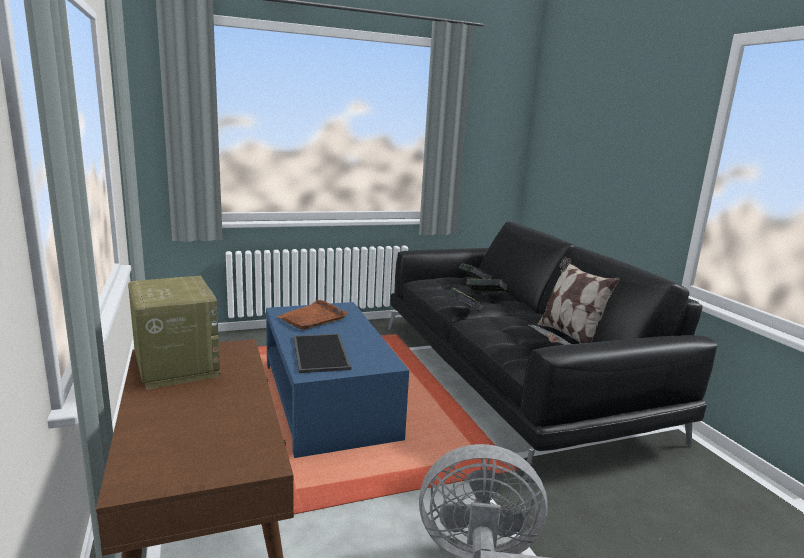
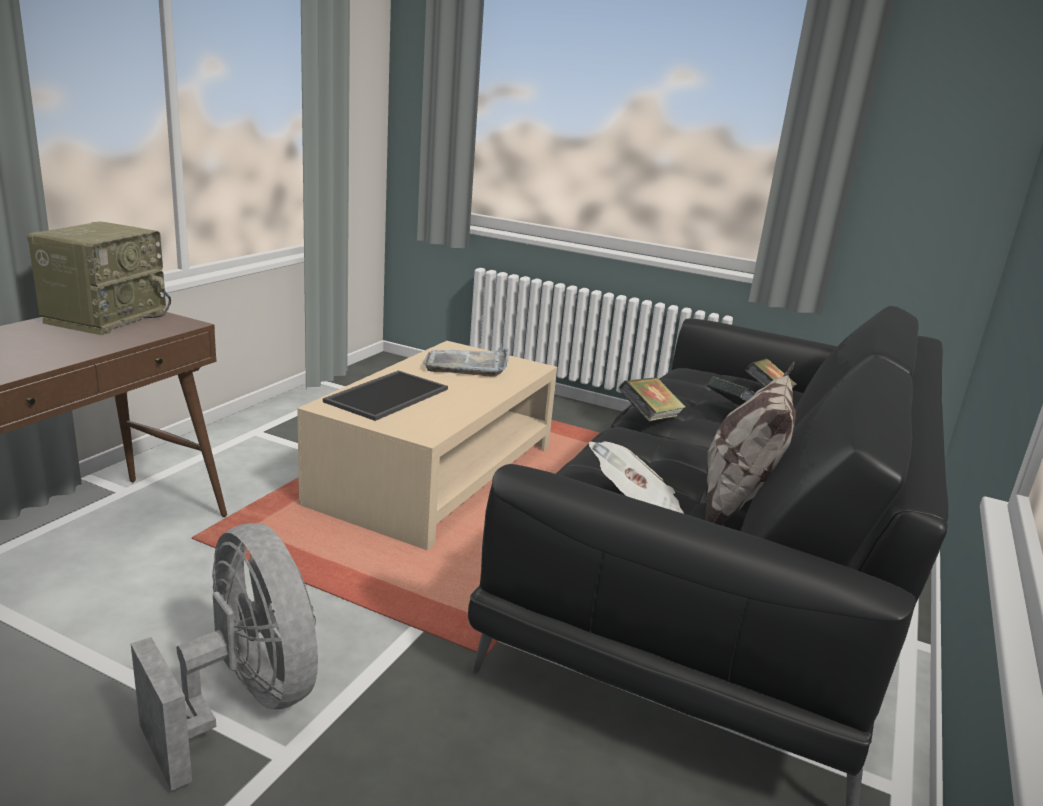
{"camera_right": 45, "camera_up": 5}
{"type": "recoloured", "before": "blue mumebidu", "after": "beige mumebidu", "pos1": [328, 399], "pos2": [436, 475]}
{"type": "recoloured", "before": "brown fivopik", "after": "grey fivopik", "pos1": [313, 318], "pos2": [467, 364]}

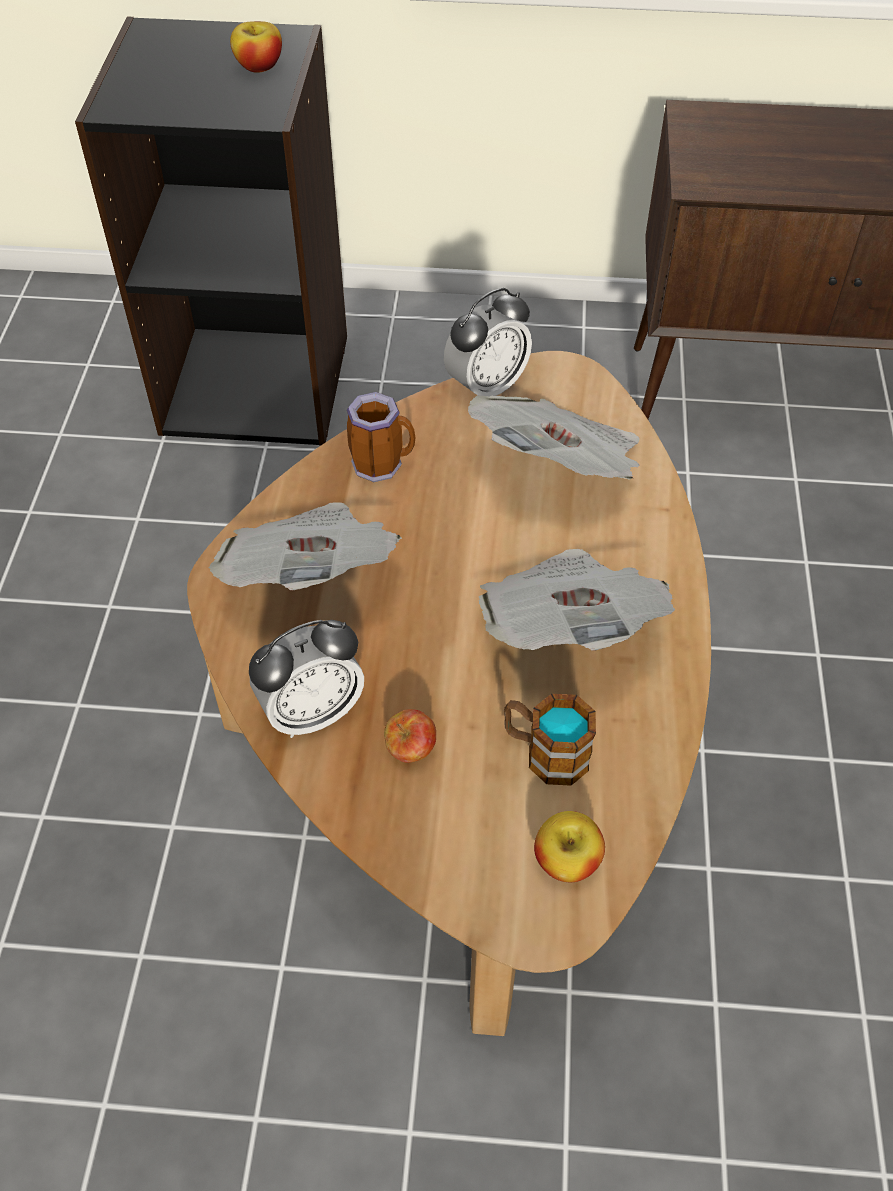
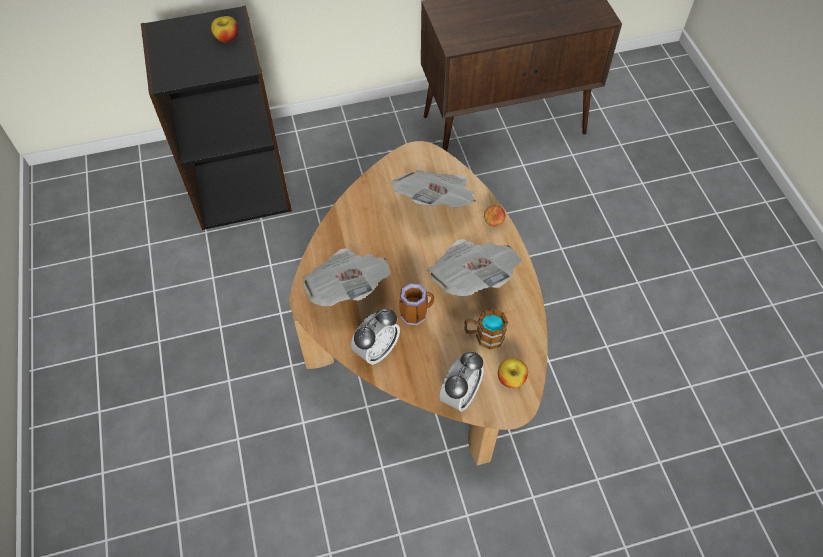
{"camera_right": -20, "camera_up": 5}
{"type": "moved", "before": "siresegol", "pos1": [382, 464], "pos2": [415, 313]}
{"type": "moved", "before": "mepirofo", "pos1": [411, 750], "pos2": [493, 222]}
{"type": "moved", "before": "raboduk", "pos1": [486, 386], "pos2": [460, 395]}

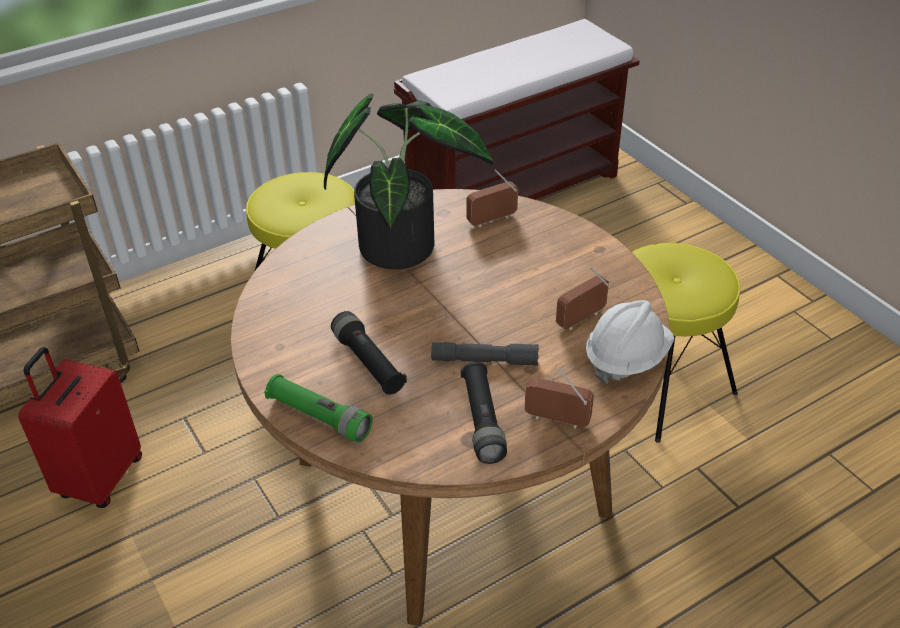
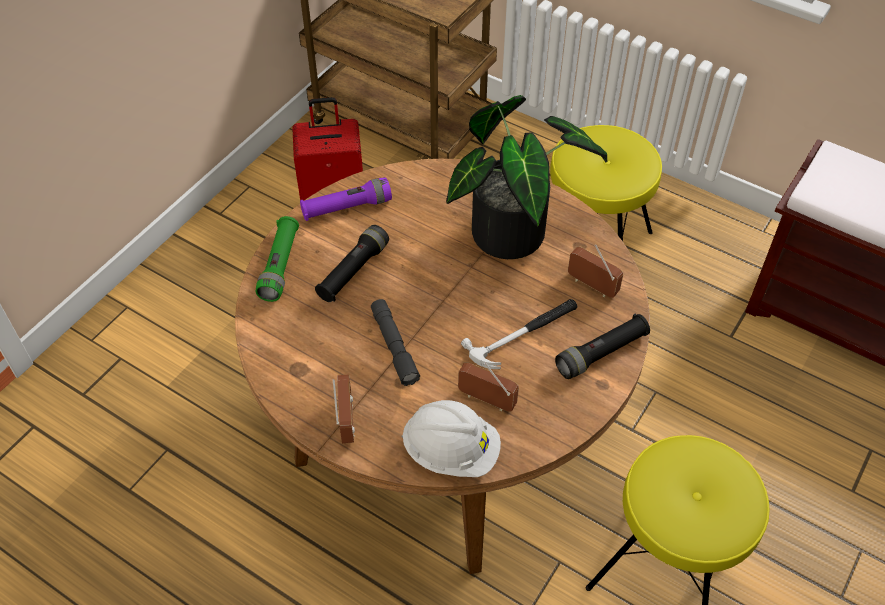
{"camera_right": 65, "camera_up": 10}
{"type": "moved", "before": "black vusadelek", "pos1": [482, 421], "pos2": [601, 353]}
{"type": "added", "after": "purple vusadelek", "pos2": [346, 208]}
{"type": "added", "after": "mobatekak", "pos2": [524, 334]}

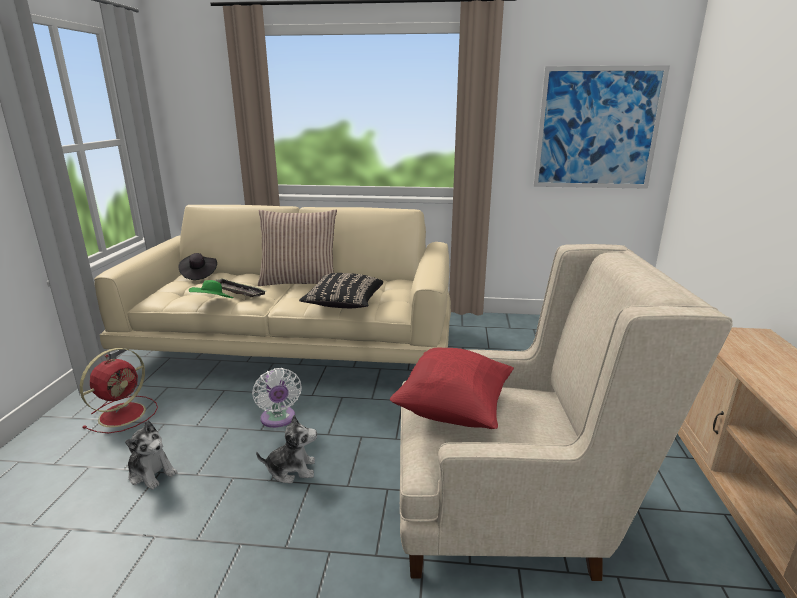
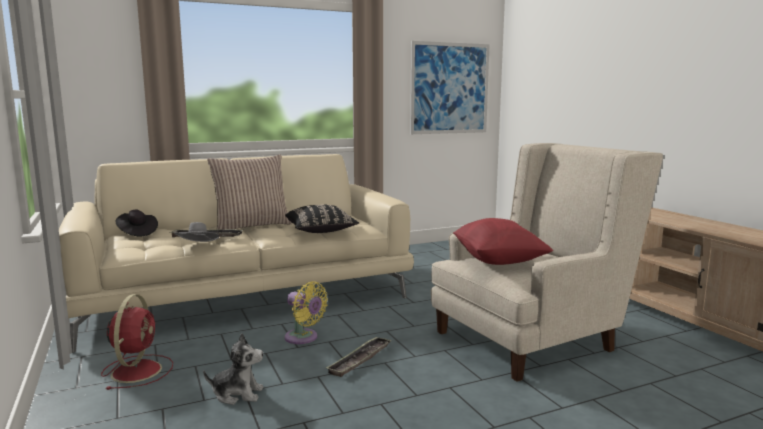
{"camera_right": -30, "camera_up": -10}
{"type": "recoloured", "before": "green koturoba", "after": "grey koturoba", "pos1": [213, 303], "pos2": [198, 246]}
{"type": "recoloured", "before": "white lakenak", "after": "yellow lakenak", "pos1": [278, 419], "pos2": [303, 338]}
{"type": "replaced", "before": "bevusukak", "after": "fivopik", "pos1": [292, 470], "pos2": [360, 360]}

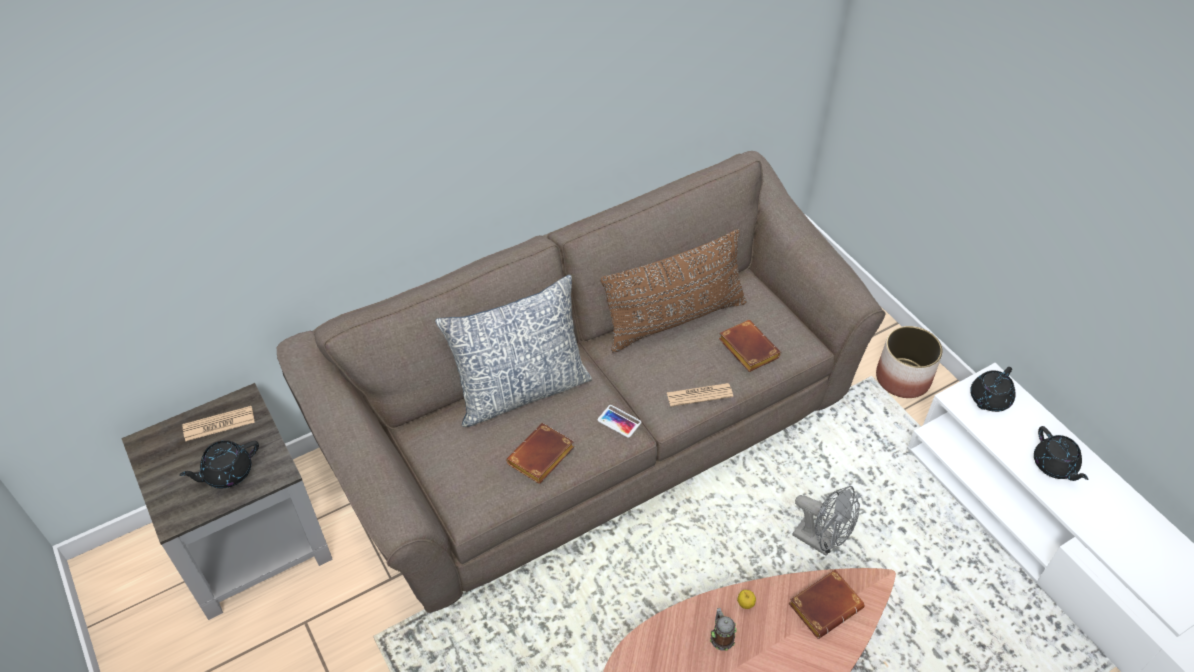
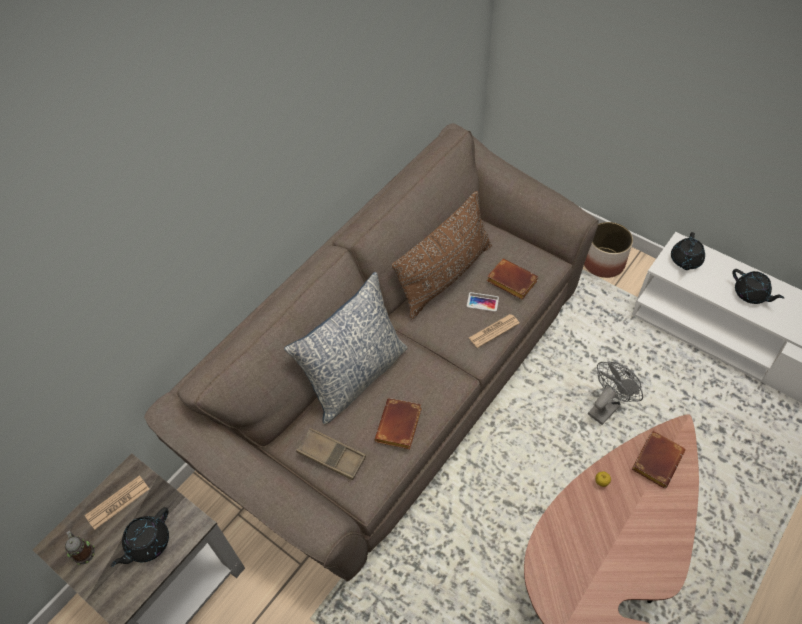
{"camera_right": -20, "camera_up": 5}
{"type": "moved", "before": "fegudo", "pos1": [619, 421], "pos2": [482, 302]}
{"type": "moved", "before": "siresegol", "pos1": [721, 636], "pos2": [83, 551]}
{"type": "turned", "before": "grey lakenak", "pos1": [821, 541], "pos2": [606, 406], "turn": -60}
{"type": "added", "after": "brown fivopik", "pos2": [331, 456]}

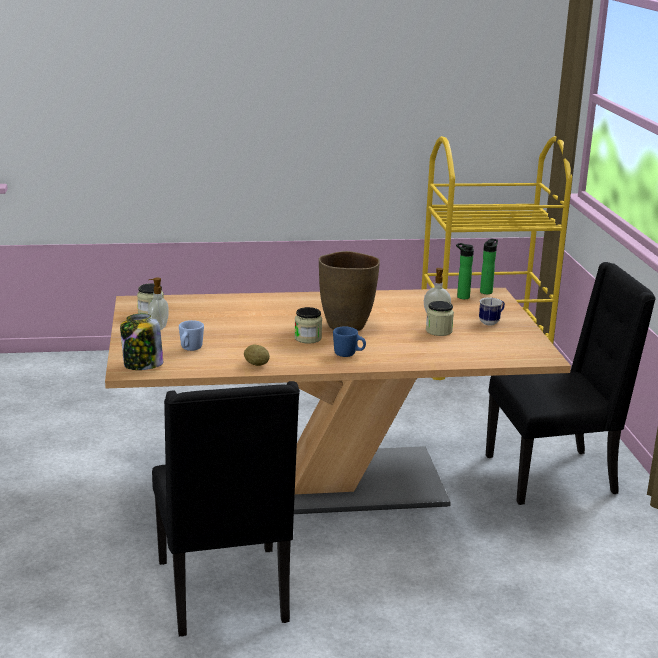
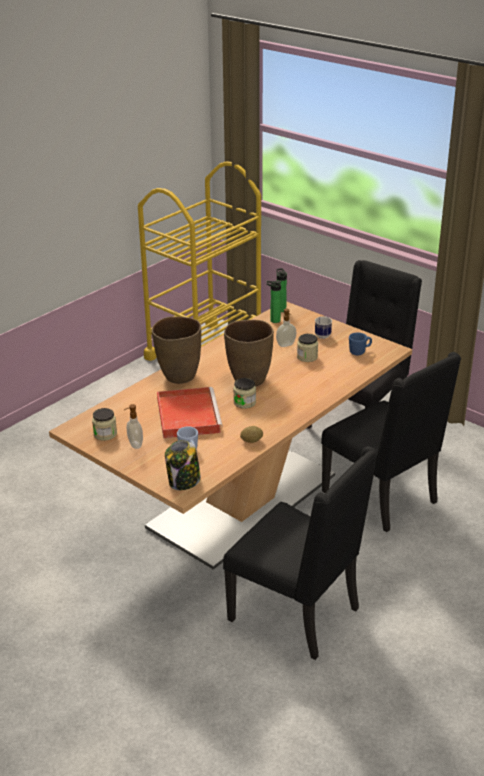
{"camera_right": -40, "camera_up": 10}
{"type": "moved", "before": "blue siresegol", "pos1": [348, 354], "pos2": [360, 352]}
{"type": "added", "after": "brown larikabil", "pos2": [179, 376]}
{"type": "added", "after": "red fivopik", "pos2": [187, 415]}
{"type": "added", "after": "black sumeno", "pos2": [382, 497]}

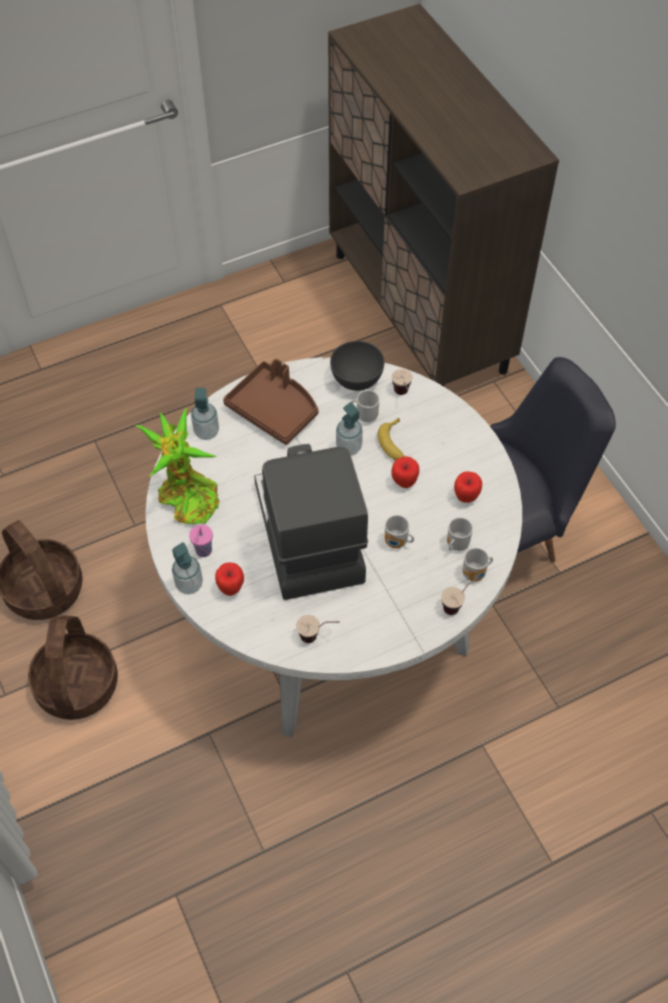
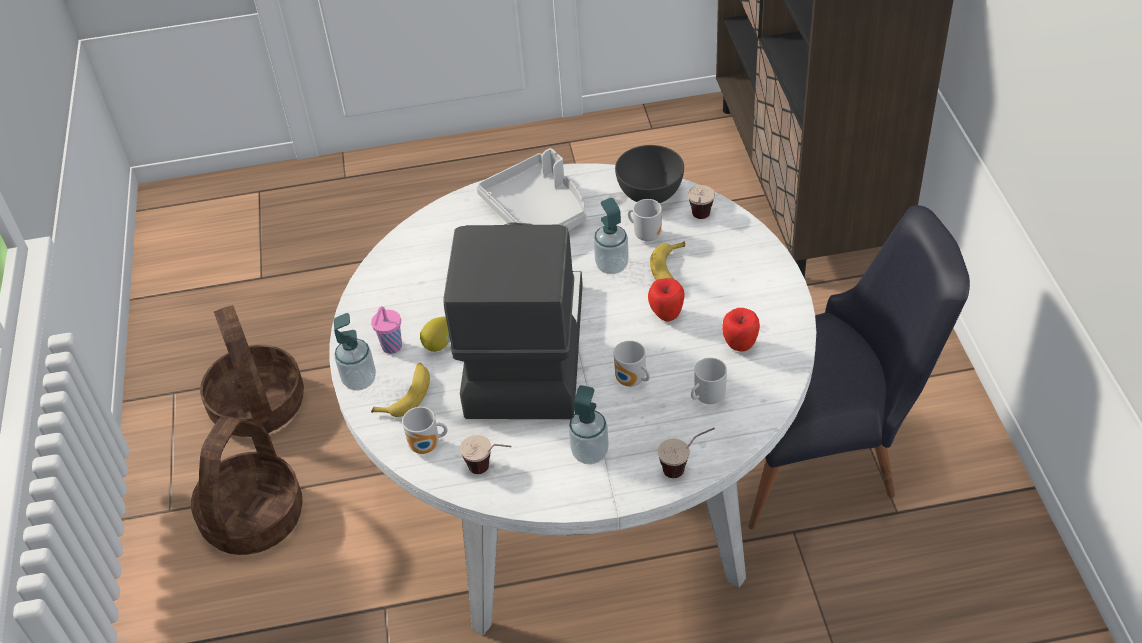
{"camera_right": 20, "camera_up": -10}
{"type": "removed", "before": "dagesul", "pos1": [186, 497]}
{"type": "moved", "before": "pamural", "pos1": [206, 432], "pos2": [590, 452]}
{"type": "replaced", "before": "mepirofo", "after": "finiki", "pos1": [231, 589], "pos2": [406, 394]}
{"type": "recoloured", "before": "brown fivopik", "after": "grey fivopik", "pos1": [274, 410], "pos2": [537, 211]}
{"type": "moved", "before": "siresegol", "pos1": [475, 574], "pos2": [427, 447]}
{"type": "added", "after": "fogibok", "pos2": [438, 344]}

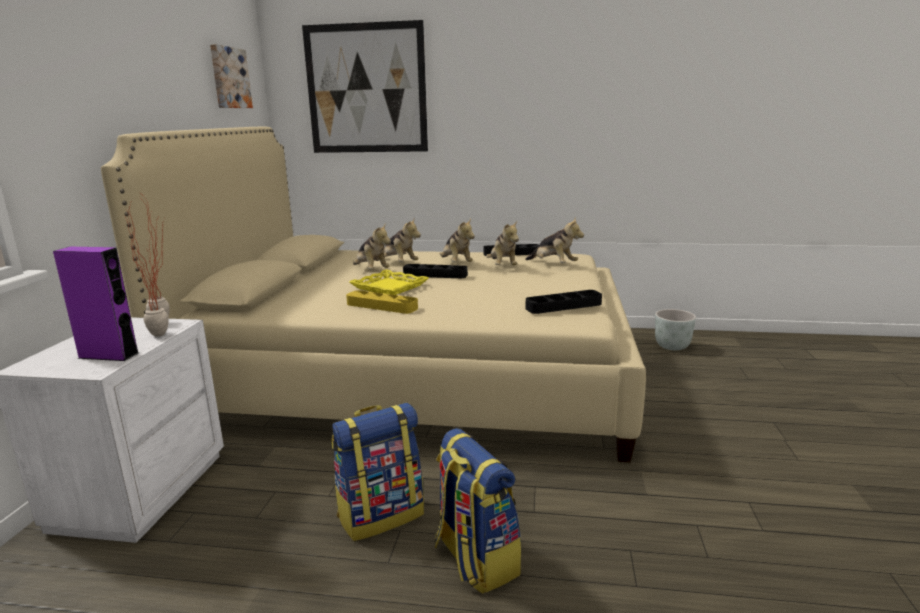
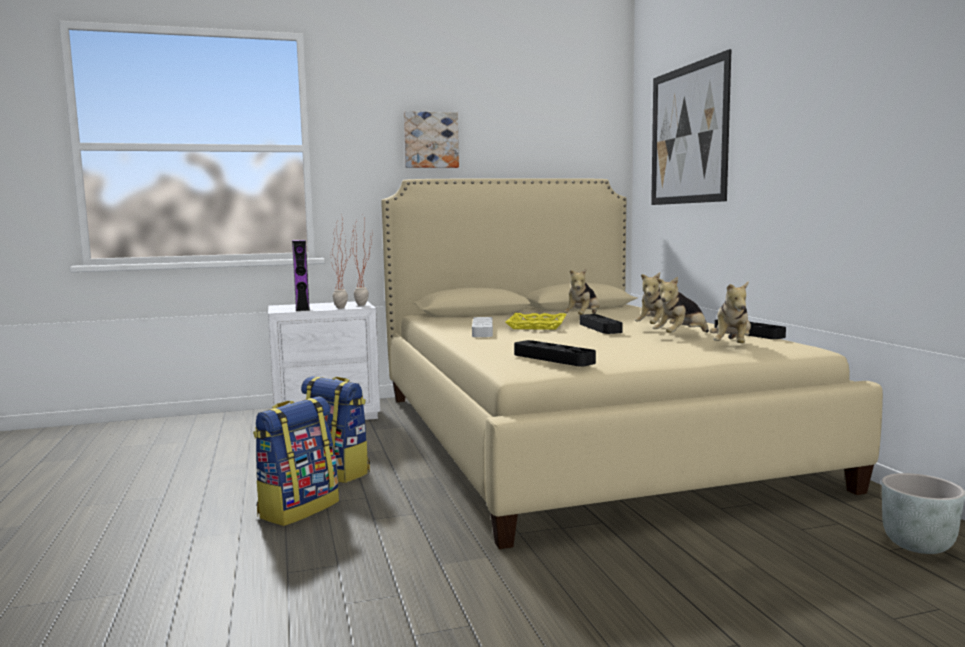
{"camera_right": 65, "camera_up": -10}
{"type": "moved", "before": "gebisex", "pos1": [229, 78], "pos2": [430, 140]}
{"type": "recoloured", "before": "yellow fivopik", "after": "grey fivopik", "pos1": [382, 306], "pos2": [482, 331]}
{"type": "removed", "before": "bevusukak", "pos1": [399, 263]}

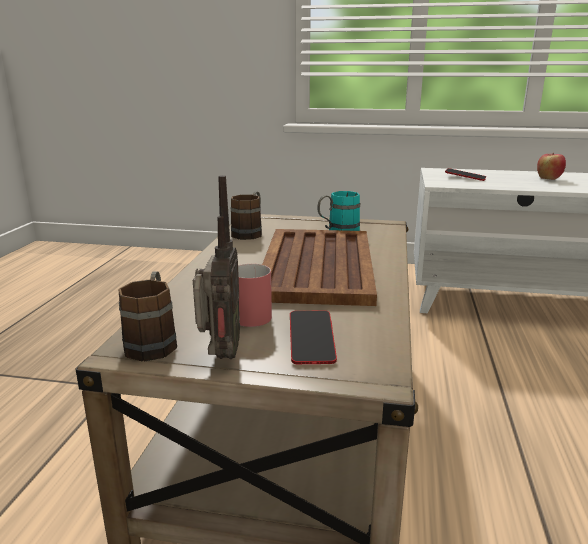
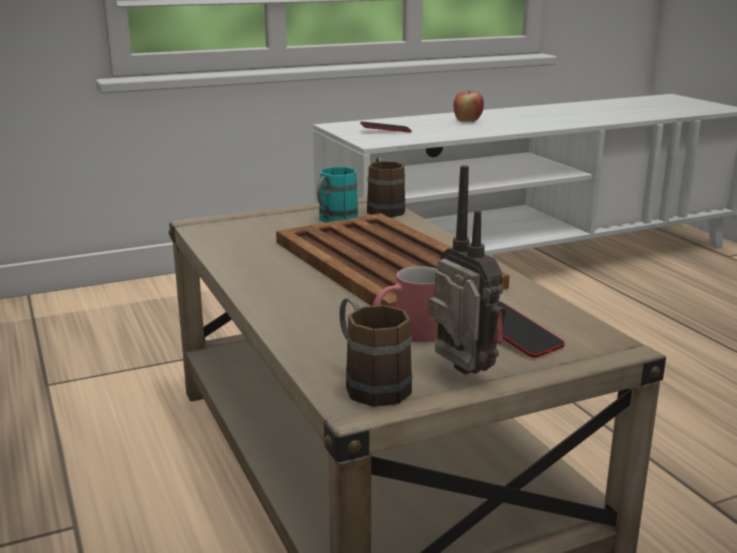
{"camera_right": -35, "camera_up": 0}
{"type": "moved", "before": "brown siresegol", "pos1": [250, 232], "pos2": [383, 209]}

